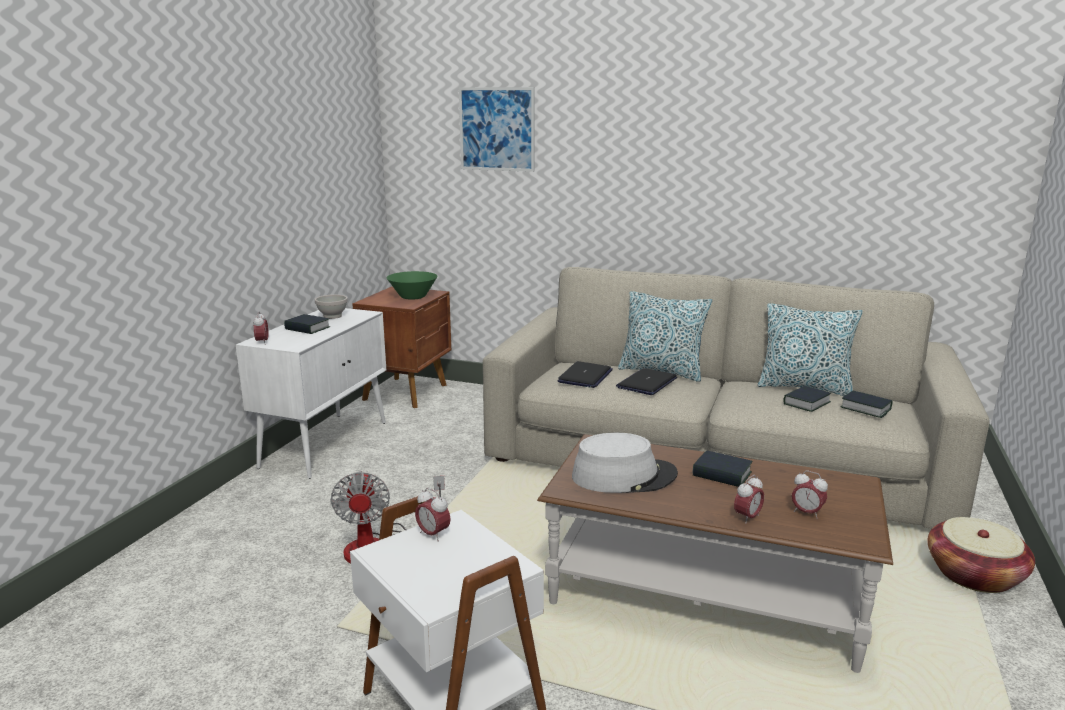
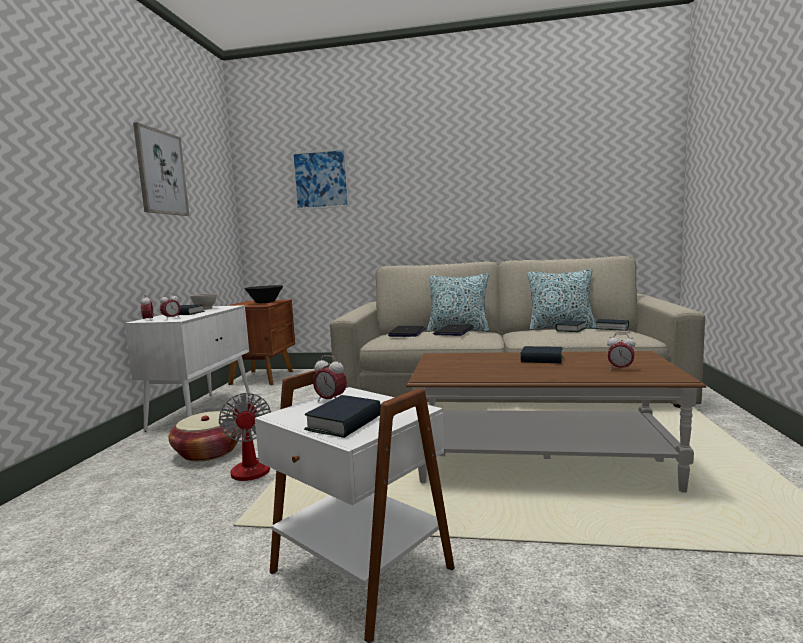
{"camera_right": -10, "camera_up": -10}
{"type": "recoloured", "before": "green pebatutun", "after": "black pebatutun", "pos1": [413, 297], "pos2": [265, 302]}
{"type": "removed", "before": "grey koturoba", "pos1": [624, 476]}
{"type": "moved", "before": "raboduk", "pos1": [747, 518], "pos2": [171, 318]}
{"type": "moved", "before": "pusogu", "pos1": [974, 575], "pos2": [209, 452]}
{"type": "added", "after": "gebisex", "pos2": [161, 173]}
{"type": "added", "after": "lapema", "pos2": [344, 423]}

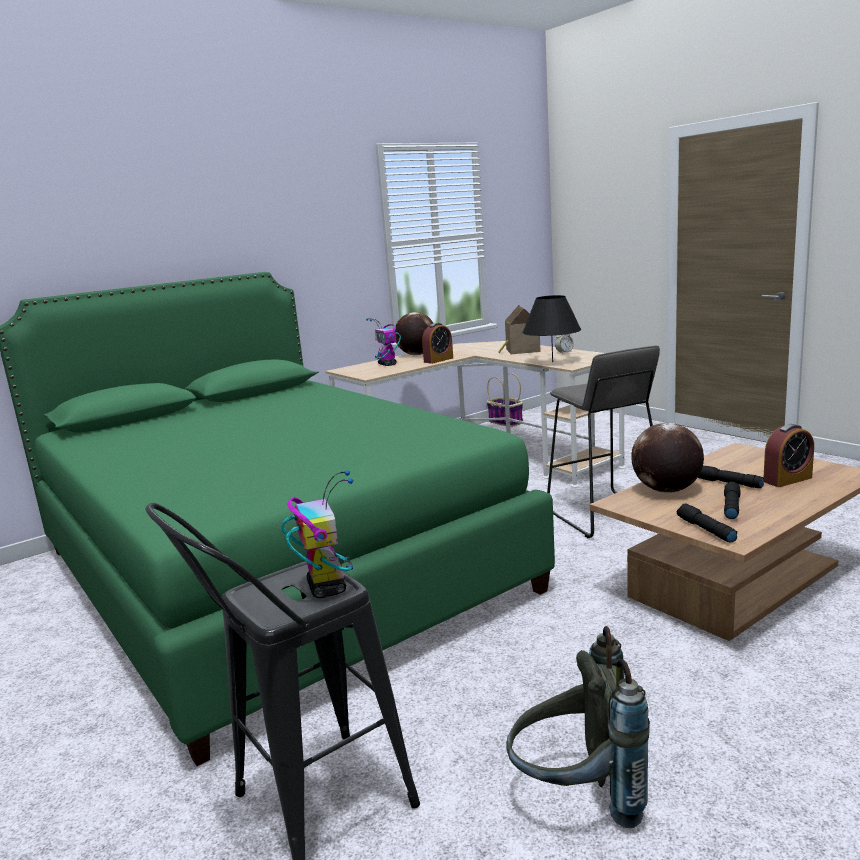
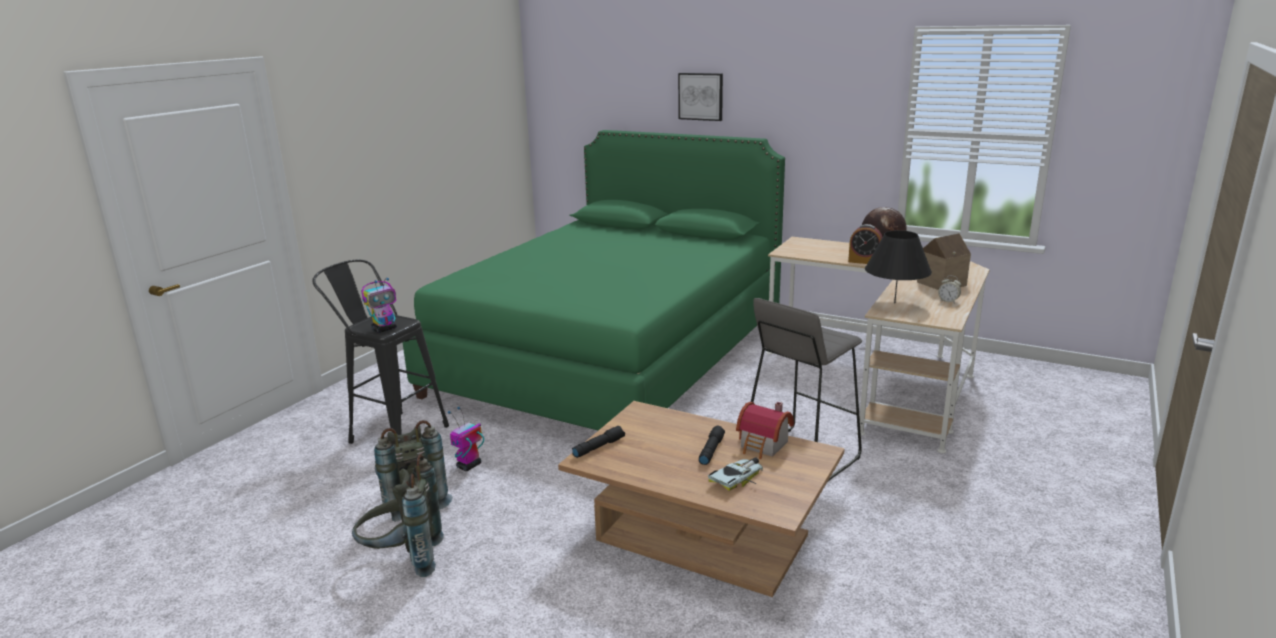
{"camera_right": 65, "camera_up": 5}
{"type": "moved", "before": "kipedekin", "pos1": [387, 364], "pos2": [468, 466]}
{"type": "removed", "before": "pusogu", "pos1": [504, 422]}
{"type": "removed", "before": "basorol", "pos1": [666, 490]}
{"type": "removed", "before": "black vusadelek", "pos1": [730, 506]}
{"type": "replaced", "before": "raboduk", "after": "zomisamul", "pos1": [787, 479], "pos2": [738, 478]}
{"type": "added", "after": "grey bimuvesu", "pos2": [403, 560]}
{"type": "added", "after": "gebisex", "pos2": [701, 96]}
{"type": "added", "after": "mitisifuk", "pos2": [764, 446]}

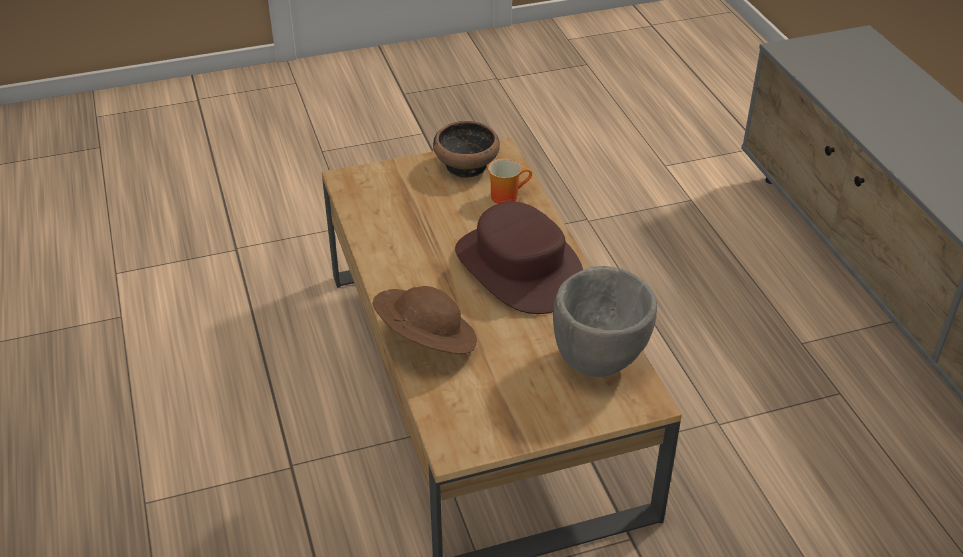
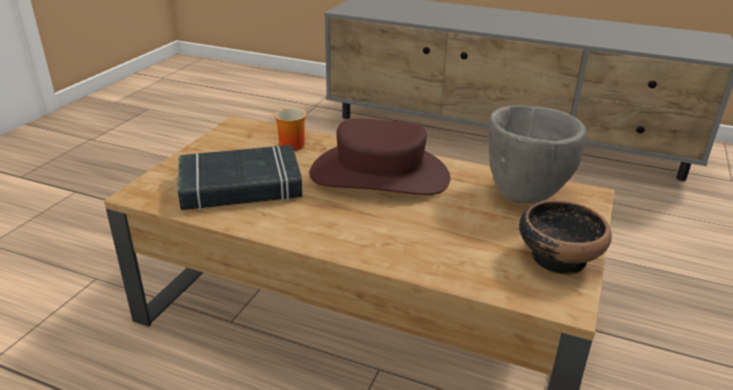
{"camera_right": -50, "camera_up": -10}
{"type": "removed", "before": "brown koturoba", "pos1": [425, 340]}
{"type": "moved", "before": "pebatutun", "pos1": [467, 165], "pos2": [558, 257]}
{"type": "added", "after": "black lapema", "pos2": [240, 186]}

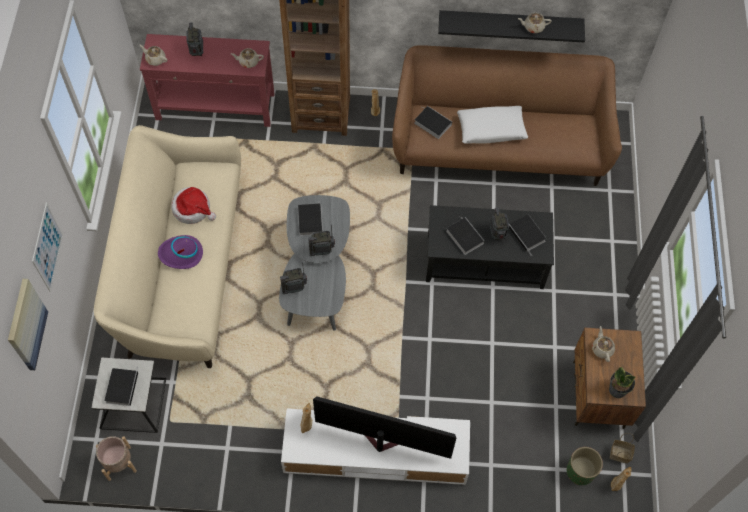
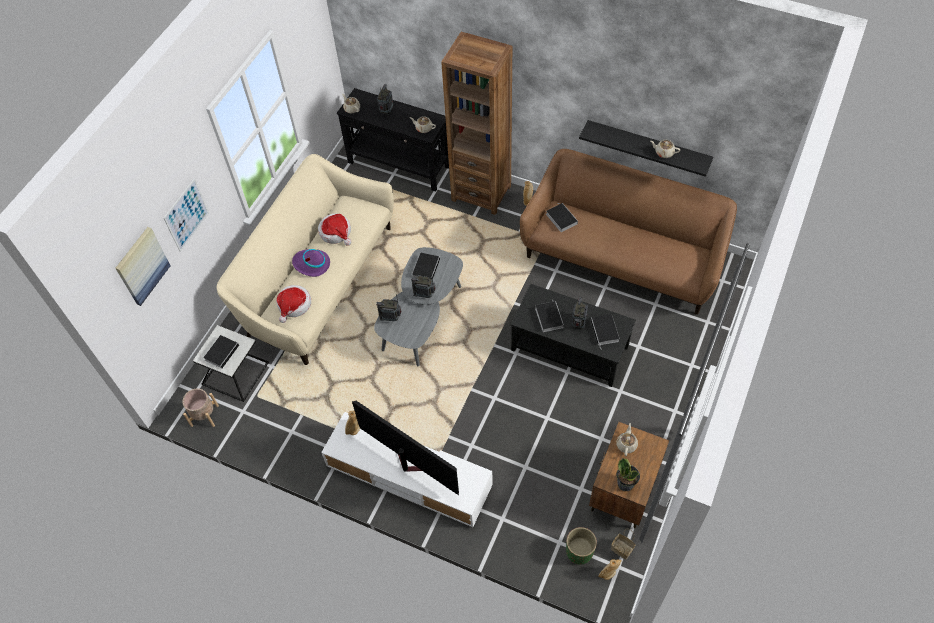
{"camera_right": 25, "camera_up": -5}
{"type": "recoloured", "before": "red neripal", "after": "black neripal", "pos1": [216, 107], "pos2": [399, 165]}
{"type": "removed", "before": "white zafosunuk", "pos1": [491, 129]}
{"type": "added", "after": "koturoba", "pos2": [294, 305]}

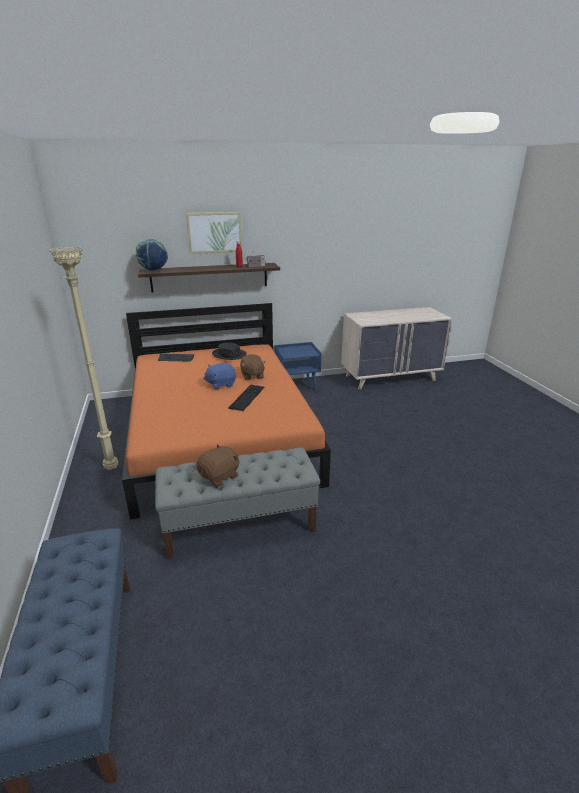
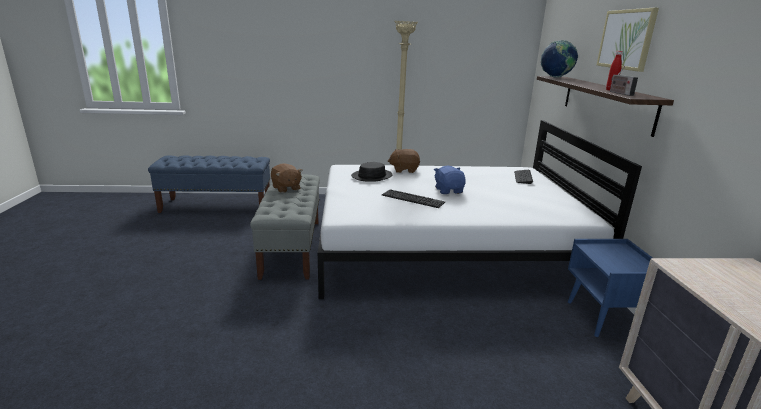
{"camera_right": 100, "camera_up": -5}
{"type": "recoloured", "before": "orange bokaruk", "after": "white bokaruk", "pos1": [219, 434], "pos2": [445, 248]}
{"type": "moved", "before": "black koturoba", "pos1": [229, 354], "pos2": [372, 176]}
{"type": "moved", "before": "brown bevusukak", "pos1": [252, 376], "pos2": [404, 170]}

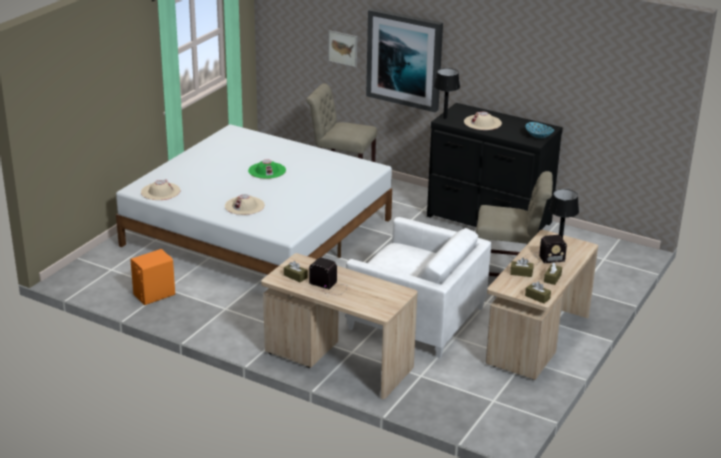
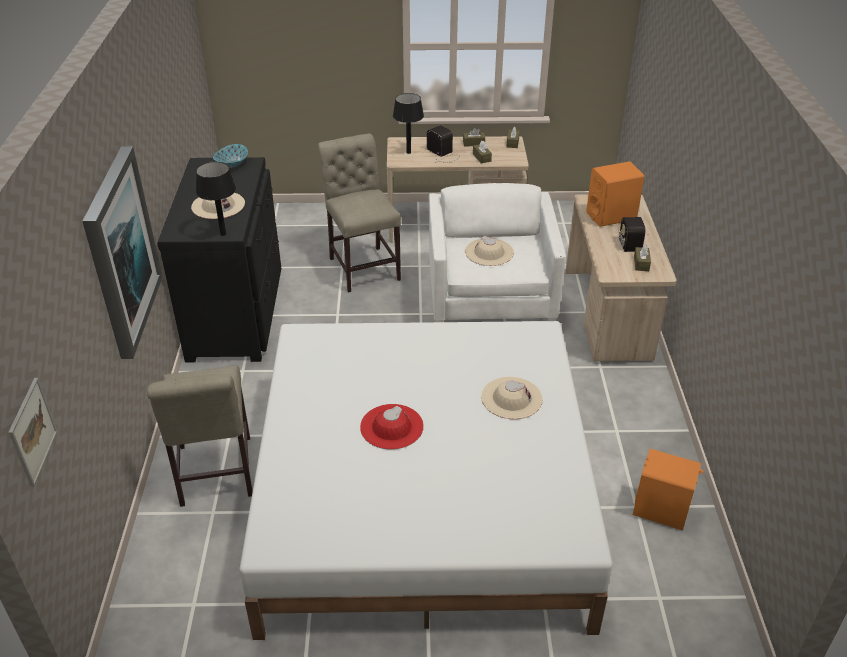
{"camera_right": -120, "camera_up": 10}
{"type": "moved", "before": "beige koturoba", "pos1": [160, 191], "pos2": [489, 252]}
{"type": "recoloured", "before": "green koturoba", "after": "red koturoba", "pos1": [267, 170], "pos2": [391, 427]}
{"type": "moved", "before": "gebisex", "pos1": [342, 48], "pos2": [32, 431]}
{"type": "added", "after": "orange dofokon", "pos2": [611, 216]}

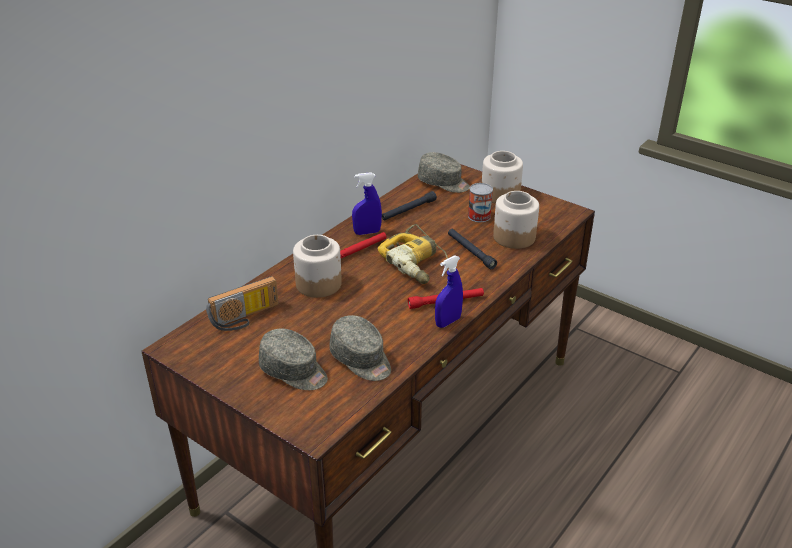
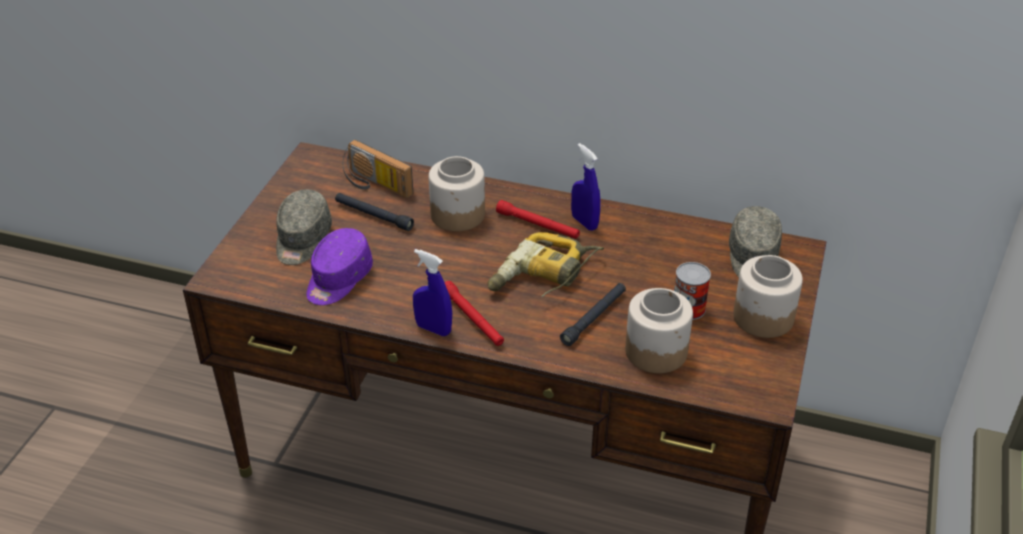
{"camera_right": 70, "camera_up": 5}
{"type": "recoloured", "before": "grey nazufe", "after": "purple nazufe", "pos1": [361, 360], "pos2": [338, 280]}
{"type": "moved", "before": "black vusadelek", "pos1": [408, 210], "pos2": [373, 216]}

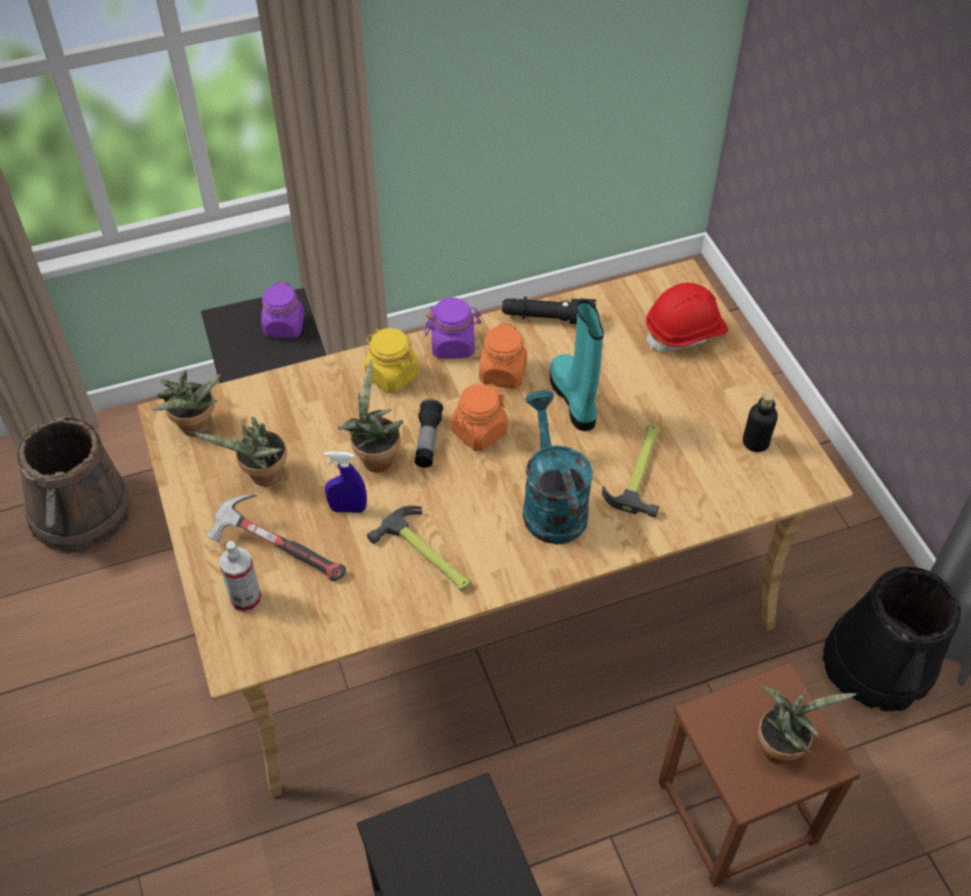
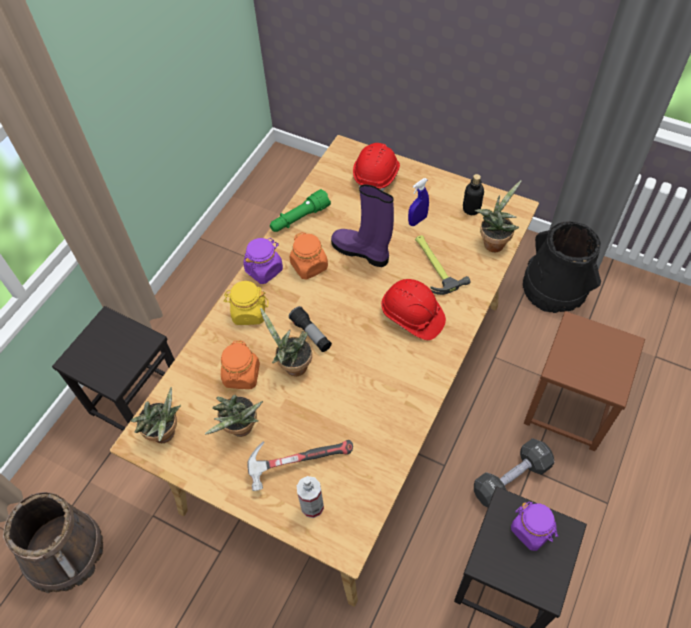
{"camera_right": -40, "camera_up": 5}
{"type": "moved", "before": "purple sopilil", "pos1": [284, 326], "pos2": [532, 530]}
{"type": "moved", "before": "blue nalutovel", "pos1": [348, 508], "pos2": [417, 220]}
{"type": "removed", "before": "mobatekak", "pos1": [427, 555]}
{"type": "moved", "before": "orange sopilil", "pos1": [479, 432], "pos2": [242, 375]}
{"type": "recoloured", "before": "black vusadelek", "after": "green vusadelek", "pos1": [548, 319], "pos2": [299, 218]}
{"type": "replaced", "before": "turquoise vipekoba", "after": "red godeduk", "pos1": [551, 503], "pos2": [412, 317]}
{"type": "recoloured", "before": "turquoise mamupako", "after": "purple mamupako", "pos1": [575, 399], "pos2": [362, 252]}
{"type": "moved", "before": "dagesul", "pos1": [781, 746], "pos2": [493, 242]}
{"type": "added", "after": "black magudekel", "pos2": [511, 479]}

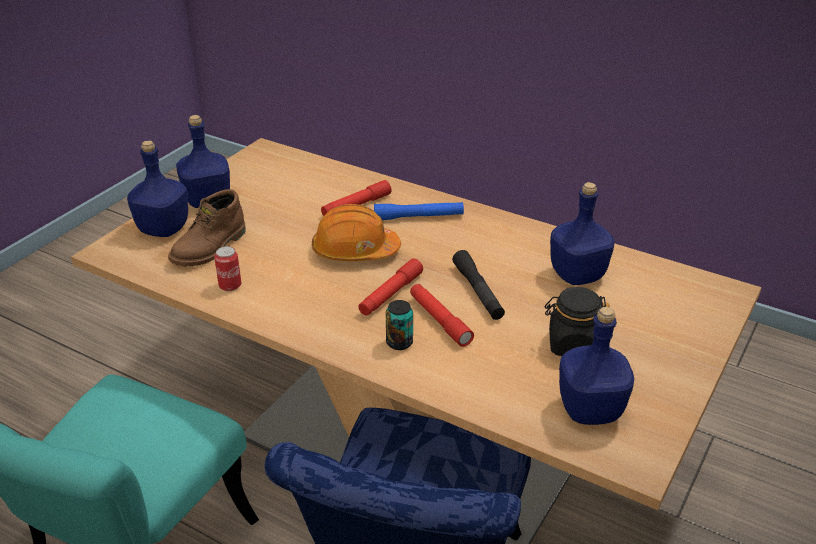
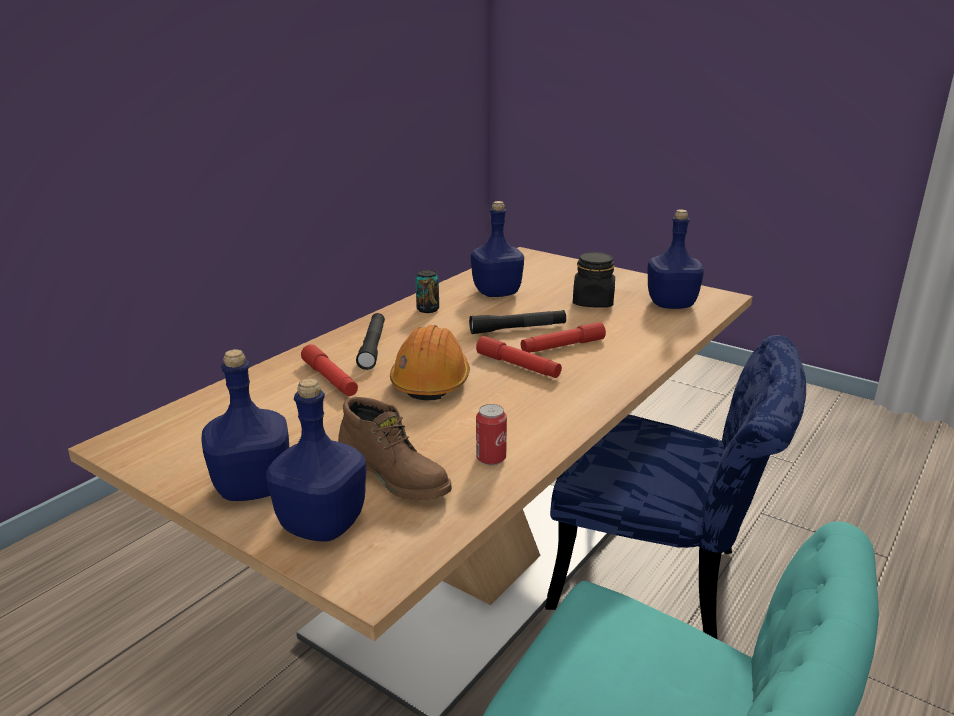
{"camera_right": -85, "camera_up": -10}
{"type": "recoloured", "before": "blue vusadelek", "after": "black vusadelek", "pos1": [418, 217], "pos2": [372, 347]}
{"type": "moved", "before": "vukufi", "pos1": [399, 343], "pos2": [428, 309]}

